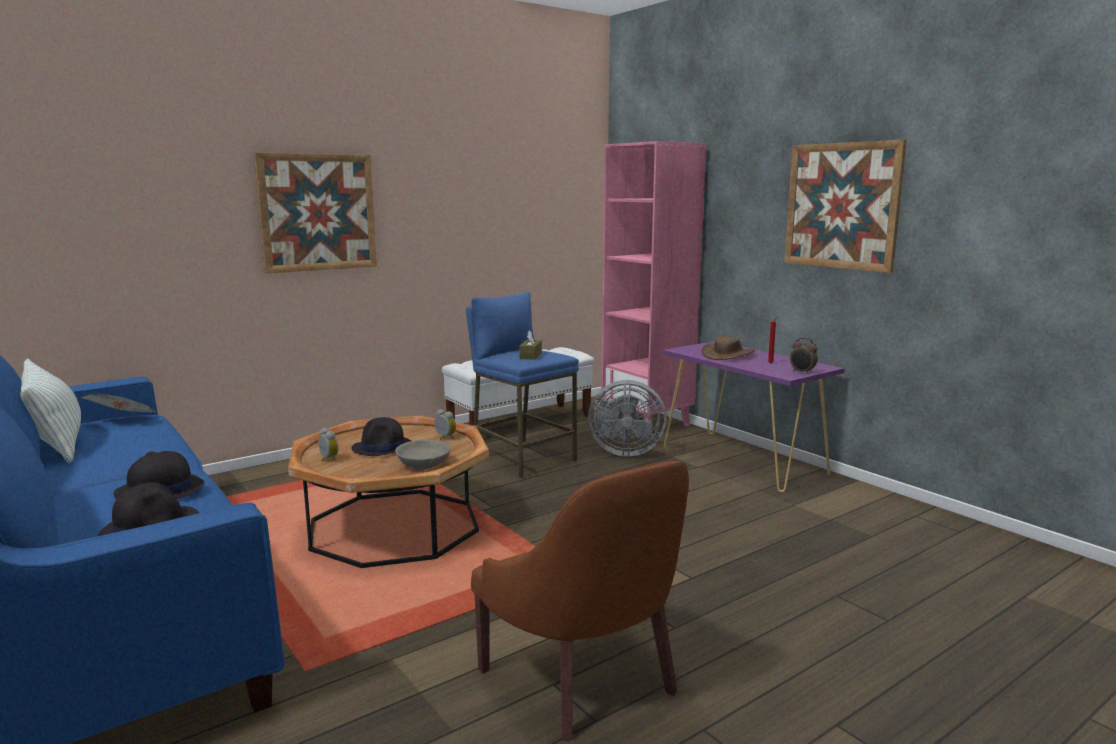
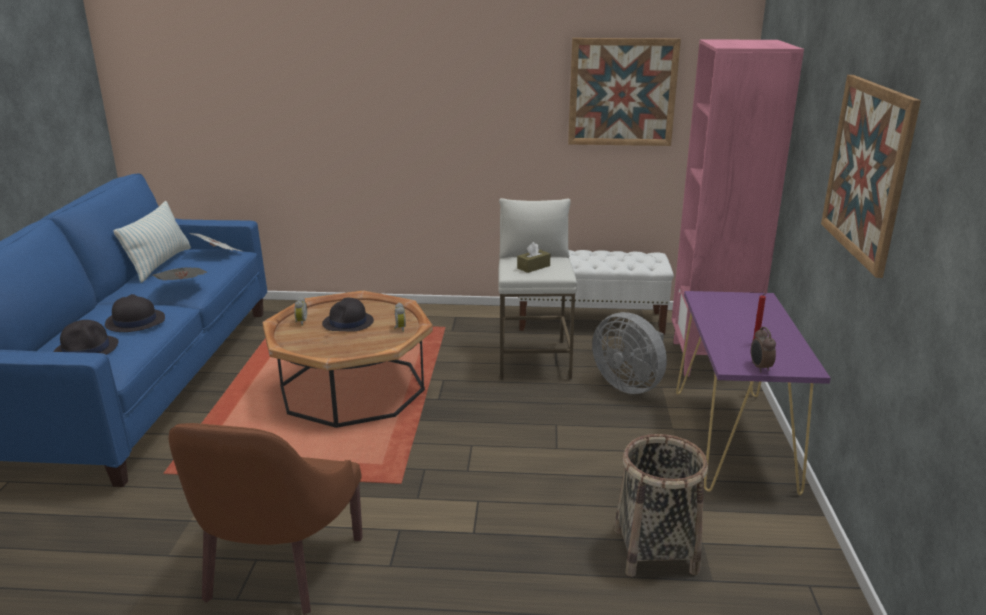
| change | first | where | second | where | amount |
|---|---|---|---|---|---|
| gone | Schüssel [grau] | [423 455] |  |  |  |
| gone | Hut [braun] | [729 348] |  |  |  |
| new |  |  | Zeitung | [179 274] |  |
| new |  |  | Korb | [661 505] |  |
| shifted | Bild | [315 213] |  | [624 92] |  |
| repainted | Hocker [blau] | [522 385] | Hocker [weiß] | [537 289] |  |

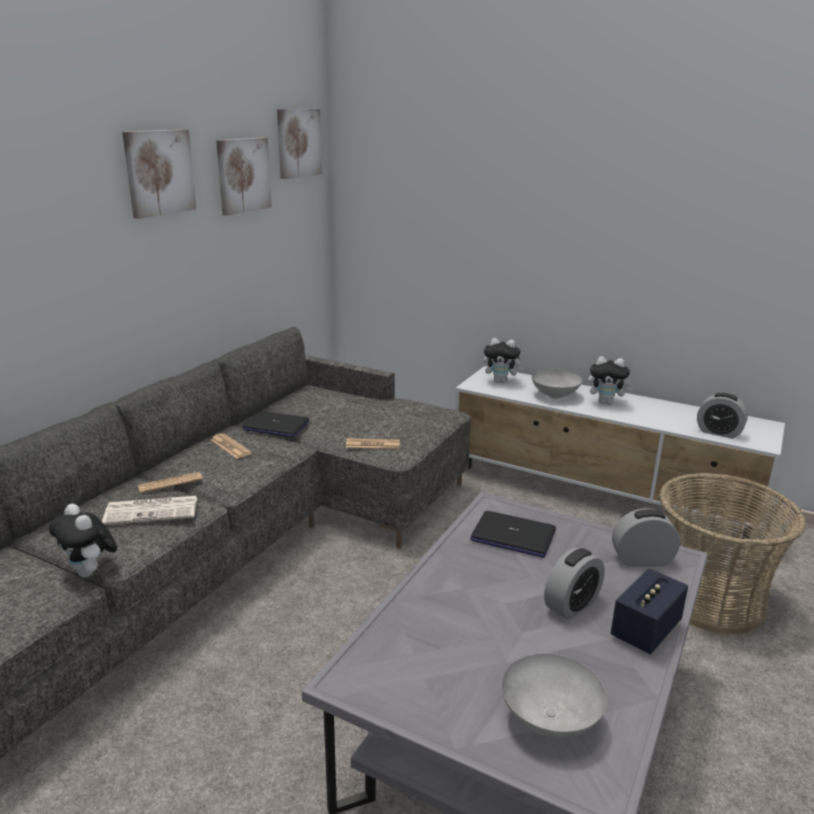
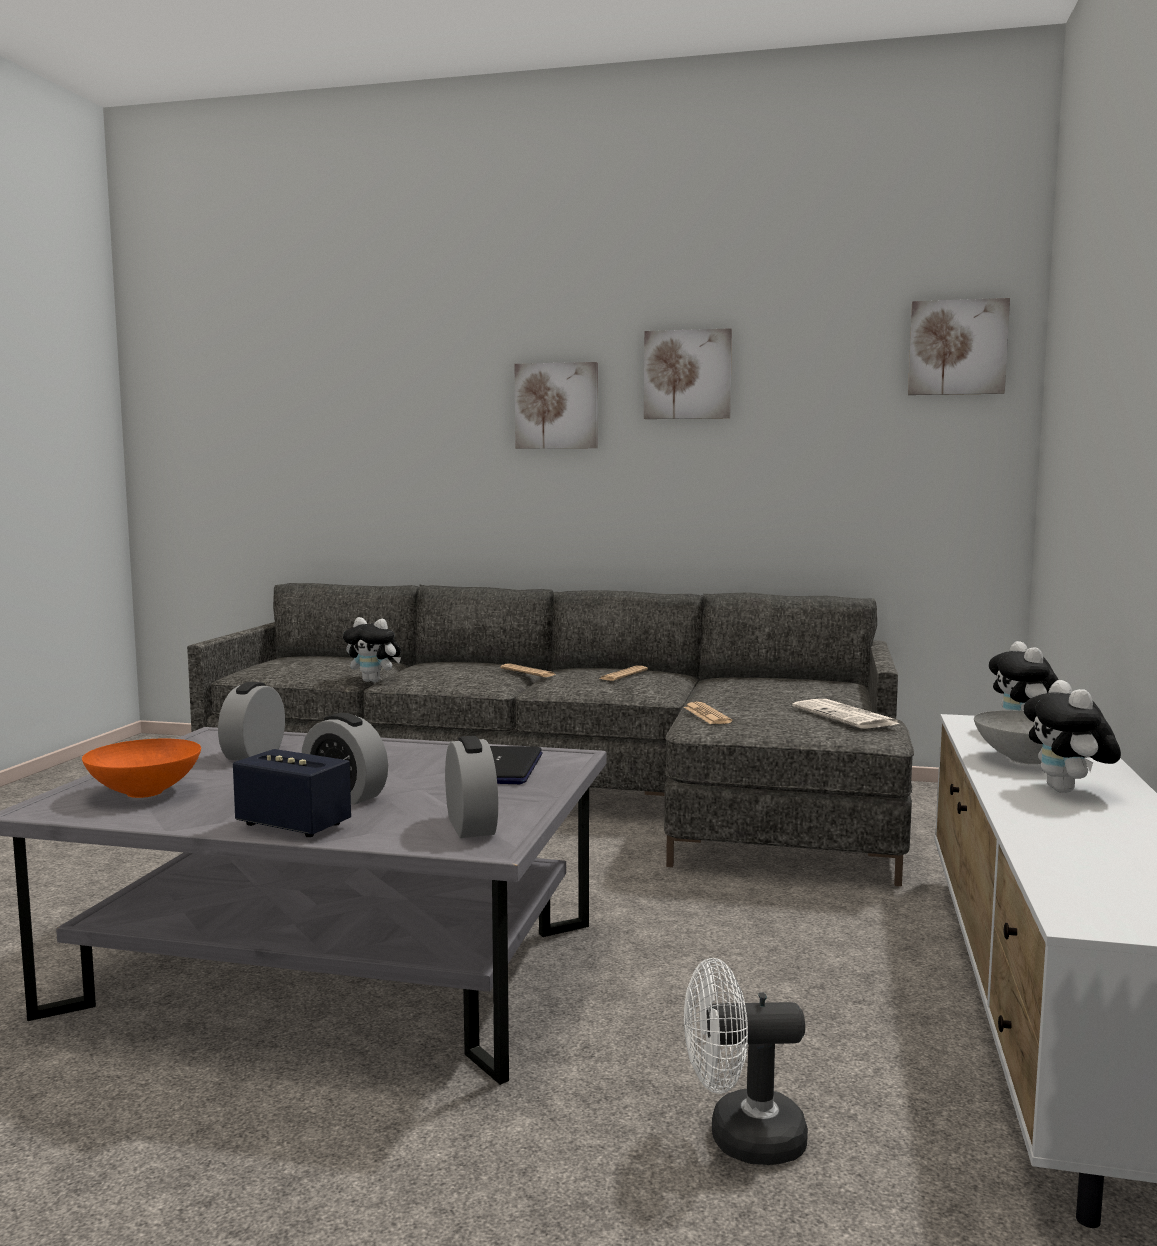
| change | first | where | second | where | amount |
|---|---|---|---|---|---|
| gone | Laptop | [276 424] |  |  |  |
| shifted | Zeitung | [149 510] |  | [845 714] |  |
| shifted | Bild | [244 176] |  | [556 405] |  |
| shifted | Wecker | [722 416] |  | [251 721] |  |
| swapped | Korb | [732 553] | Ventilator [weiß] | [746 1061] |  |
| repainted | Schüssel [grau] | [554 696] | Schüssel [orange] | [141 768] |  |
| rotated | Plüschtier | [83 540] |  | [372 649] | 105 degrees counterclockwise |

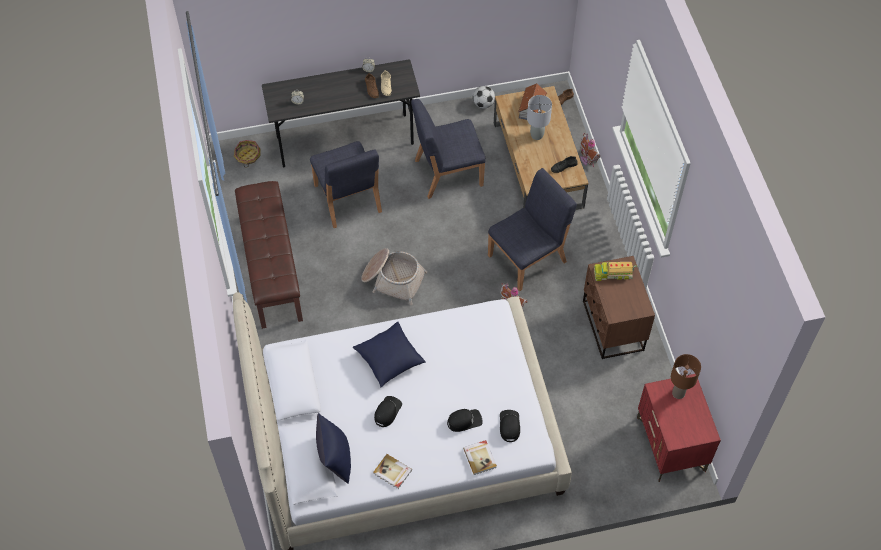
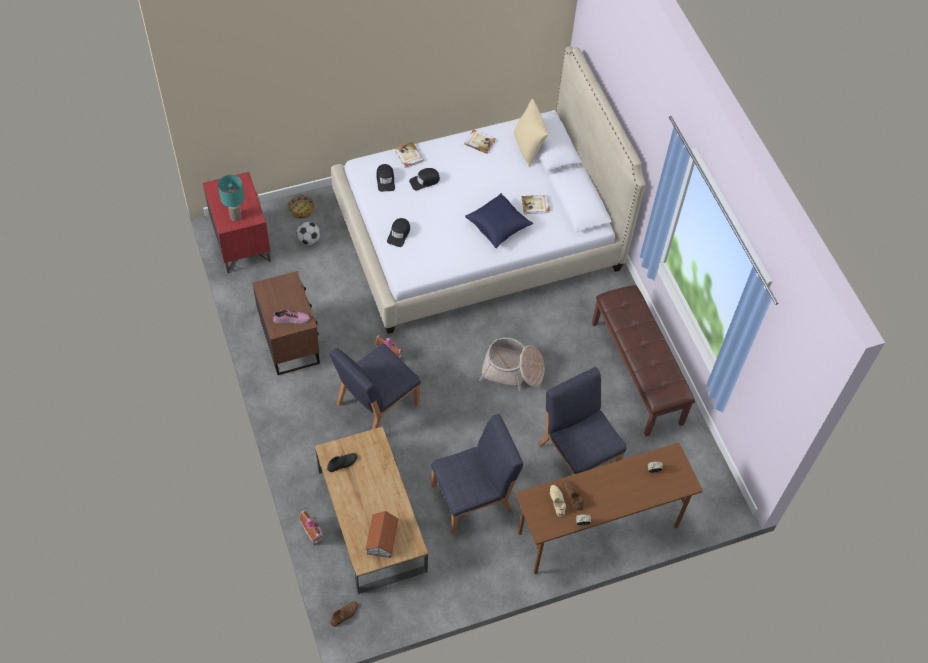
| change | first | where | second | where | amount |
|---|---|---|---|---|---|
| gone | Tischlampe [grau] | [539 117] |  |  |  |
| new |  |  | Buch | [536 204] |  |
| shifted | Korb | [247 154] |  | [301 207] |  |
| shifted | Kappe [schwarz] | [388 411] |  | [398 232] |  |
| shifted | Fußball | [484 97] |  | [308 233] |  |
| swapped | Spielzeuglaster | [615 271] | Schuh | [291 317] |  |
| repainted | Schreibtisch [grau] | [341 113] | Schreibtisch [braun] | [609 508] |  |
| repainted | Kissen [blau] | [333 448] | Kissen [beige] | [531 133] |  |
| repainted | Tischlampe [braun] | [686 376] | Tischlampe [türkis] | [231 198] |  |

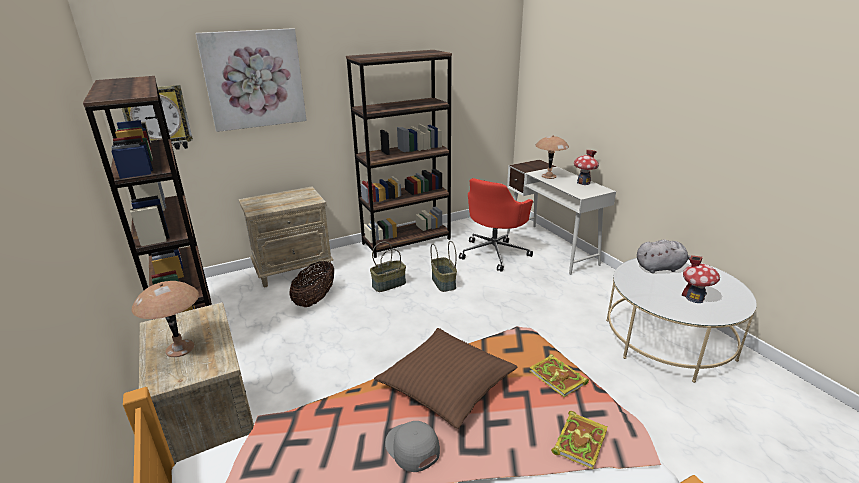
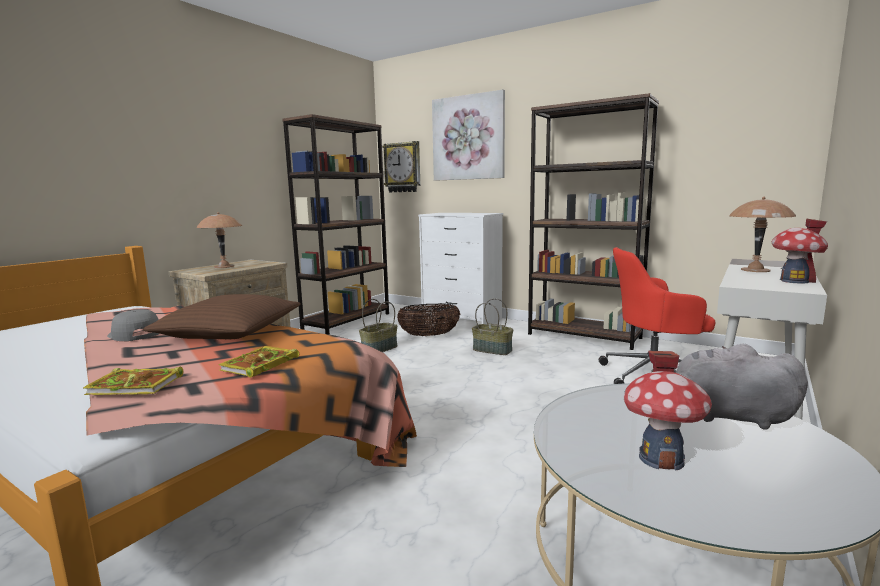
| change | first | where | second | where | amount |
|---|---|---|---|---|---|
| shifted | Korb | [444 266] |  | [378 325] |  |
| swapped | Nachttisch [beige] | [286 236] | Kommode [weiß] | [460 268] |  |
| rotated | Kappe [grau] | [412 446] |  | [133 325] | 75 degrees counterclockwise |
| rotated | Plüschtier [grau] | [664 256] |  | [729 387] | 150 degrees clockwise |

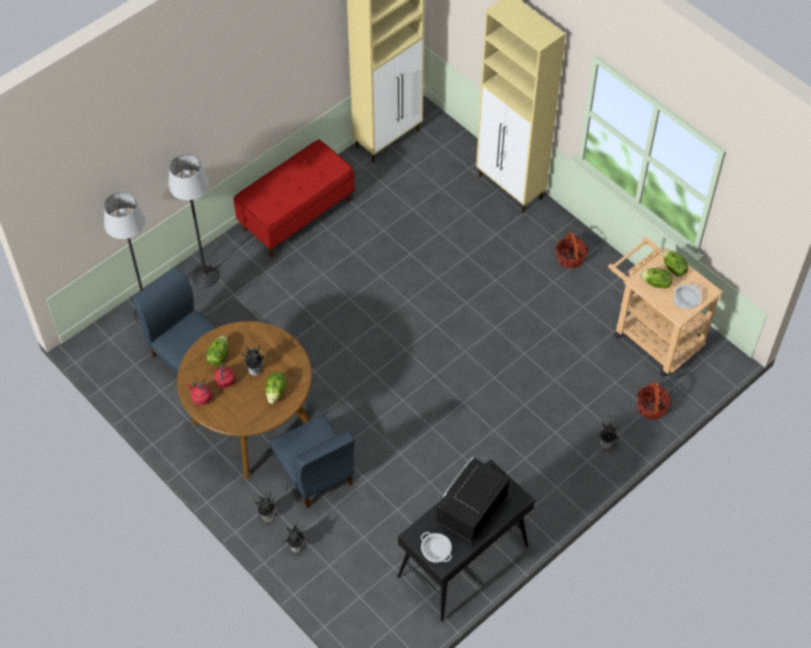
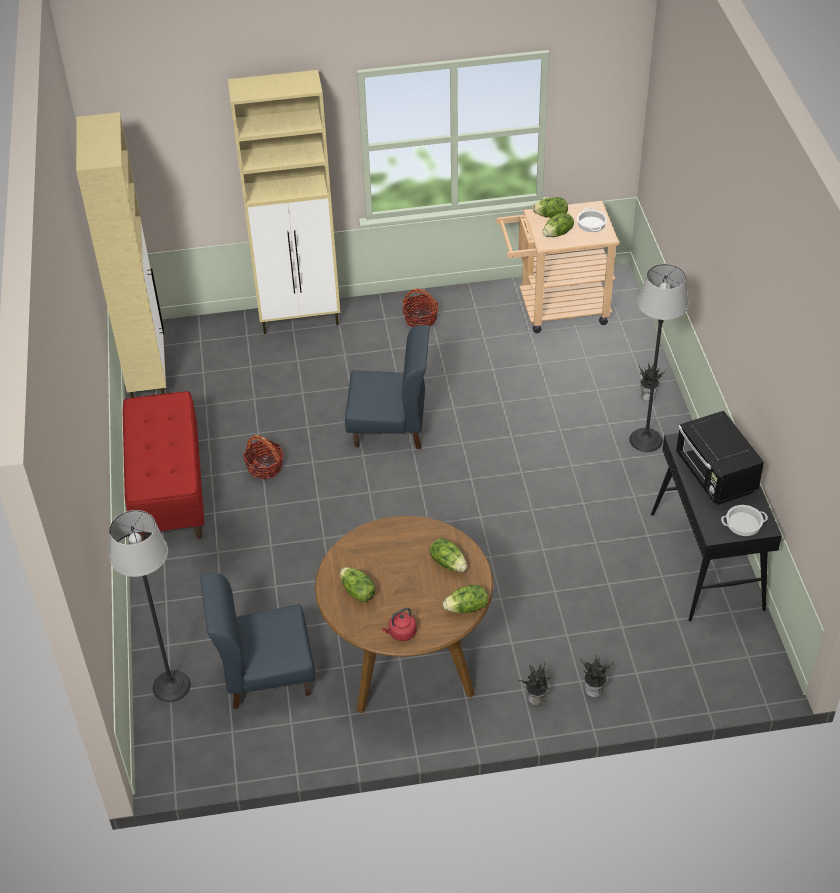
| change | first | where | second | where | amount |
|---|---|---|---|---|---|
| gone | Wasserkessel [rot] | [224 375] |  |  |  |
| gone | Topfpflanze | [254 360] |  |  |  |
| new |  |  | Salatkopf | [465 599] |  |
| shifted | Stehlampe | [193 221] |  | [658 358] |  |
| shifted | Stuhl [blau] | [312 461] |  | [387 387] |  |
| shifted | Korb | [654 400] |  | [263 457] |  |

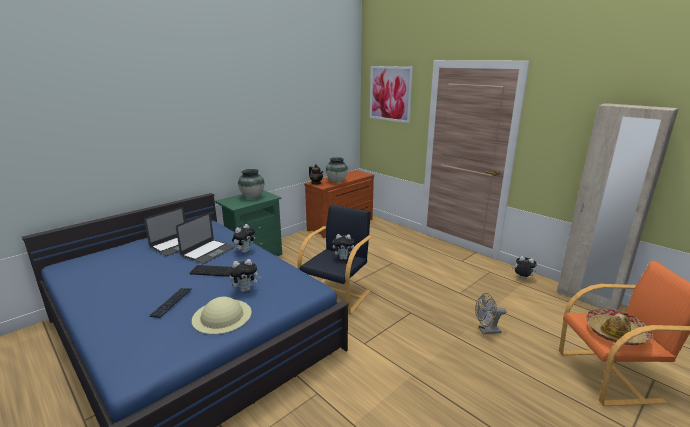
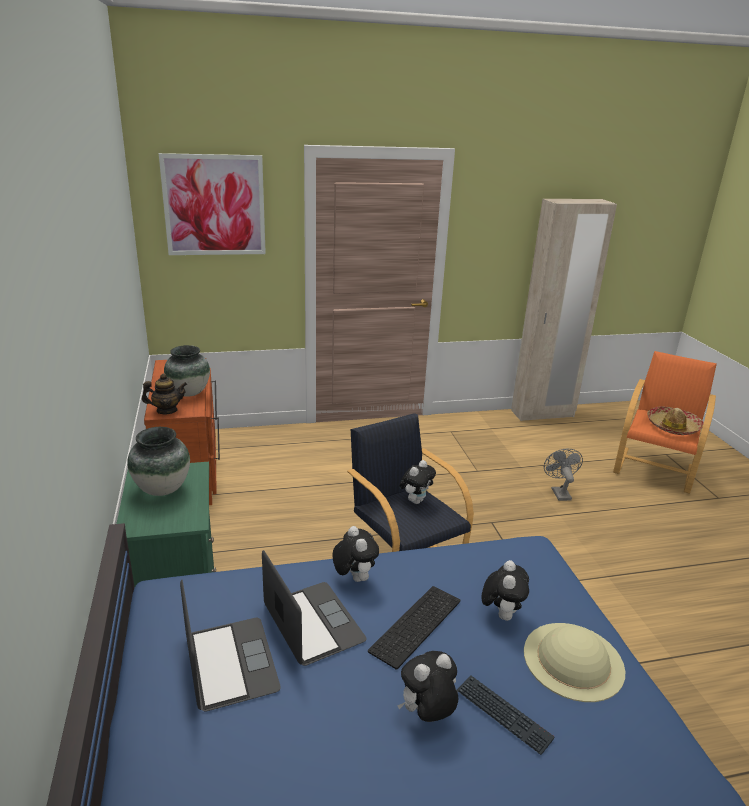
| change | first | where | second | where | amount |
|---|---|---|---|---|---|
| shifted | Plüschtier | [524 267] |  | [427 686] |  |
| rotated | Ventilator [grau] | [491 313] |  | [563 475] | 150 degrees clockwise |

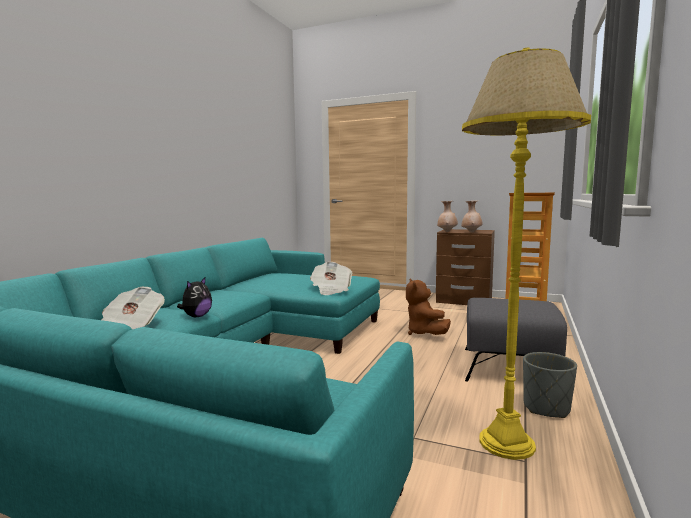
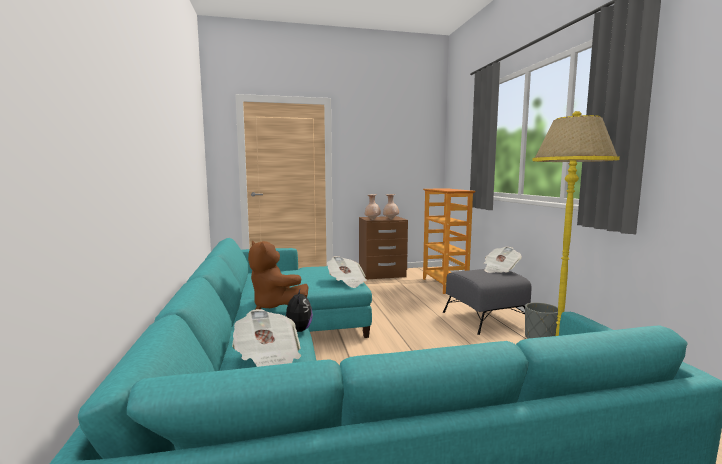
| change | first | where | second | where | amount |
|---|---|---|---|---|---|
| new |  |  | Zeitung | [503 260] |  |
| shifted | Plüschtier [braun] | [428 306] |  | [278 275] |  |

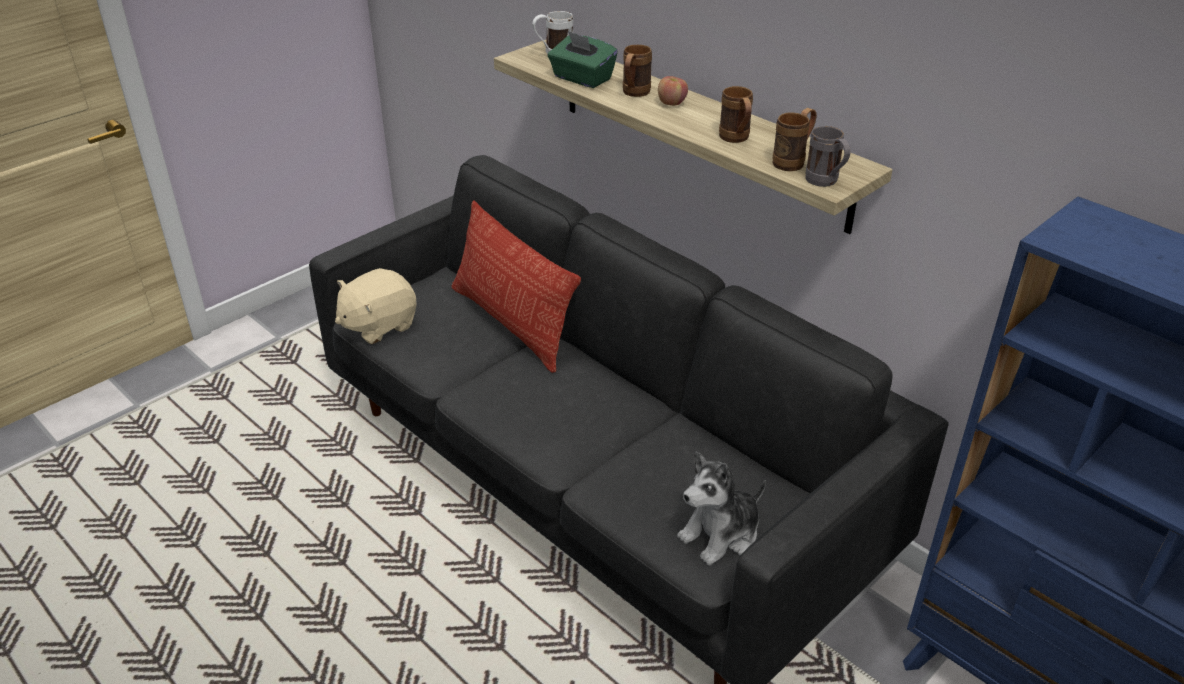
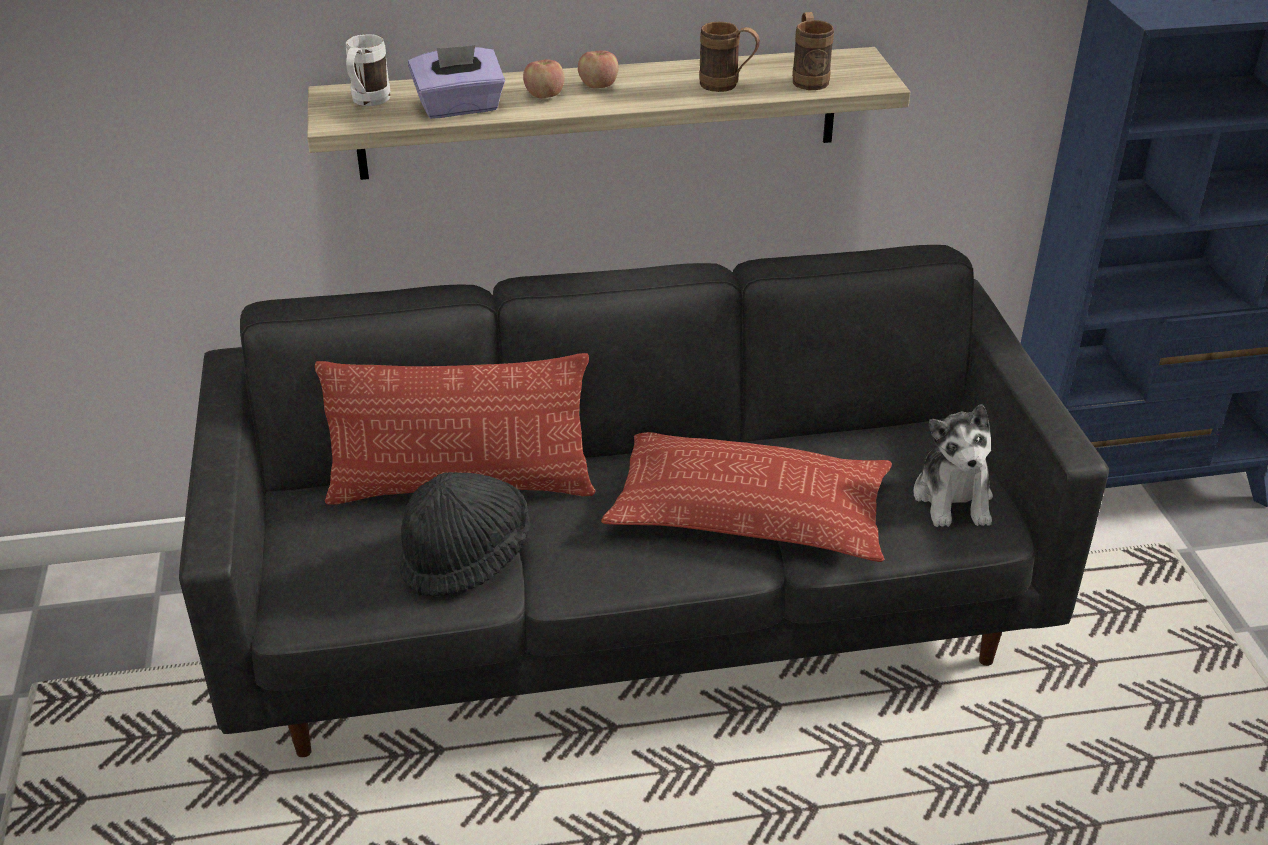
| change | first | where | second | where | amount |
|---|---|---|---|---|---|
| gone | Plüschtier [beige] | [376 306] |  |  |  |
| gone | Henkelbecher [grau] | [828 156] |  |  |  |
| new |  |  | Hut [schwarz] | [465 534] |  |
| new |  |  | Kissen | [746 497] |  |
| swapped | Henkelbecher [braun] | [637 71] | Apfel | [544 78] |  |
| repainted | Taschentuchbox [grün] | [583 59] | Taschentuchbox [lila] | [456 82] |  |

